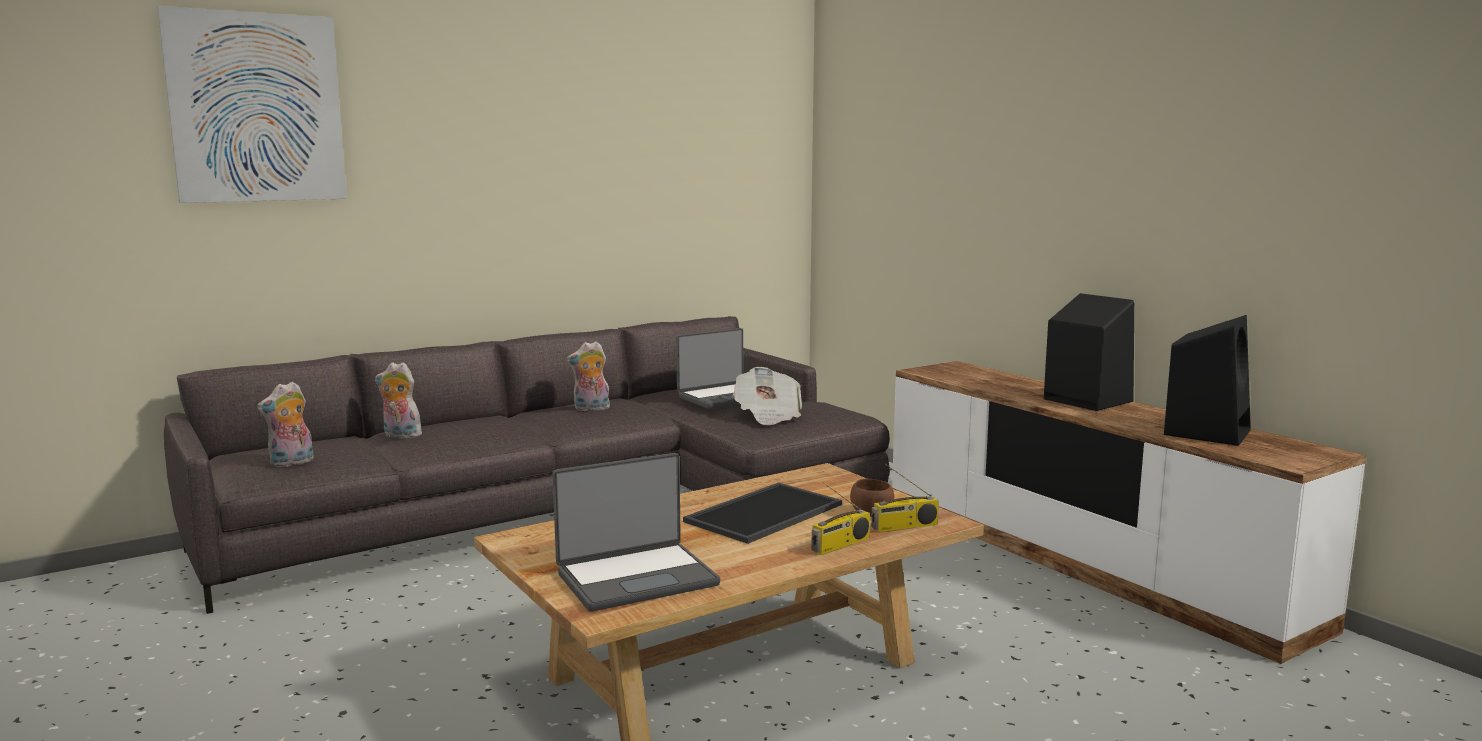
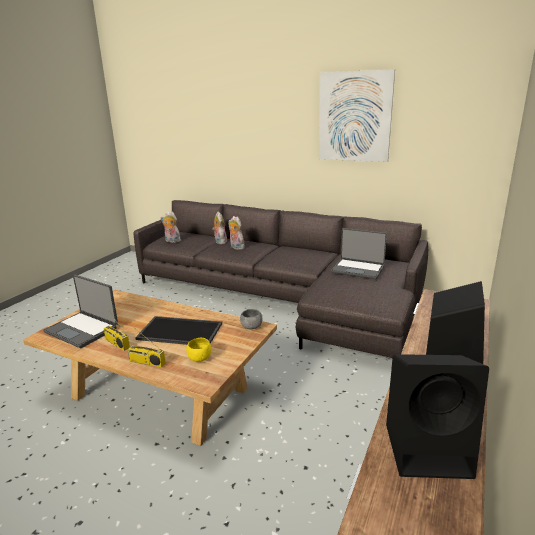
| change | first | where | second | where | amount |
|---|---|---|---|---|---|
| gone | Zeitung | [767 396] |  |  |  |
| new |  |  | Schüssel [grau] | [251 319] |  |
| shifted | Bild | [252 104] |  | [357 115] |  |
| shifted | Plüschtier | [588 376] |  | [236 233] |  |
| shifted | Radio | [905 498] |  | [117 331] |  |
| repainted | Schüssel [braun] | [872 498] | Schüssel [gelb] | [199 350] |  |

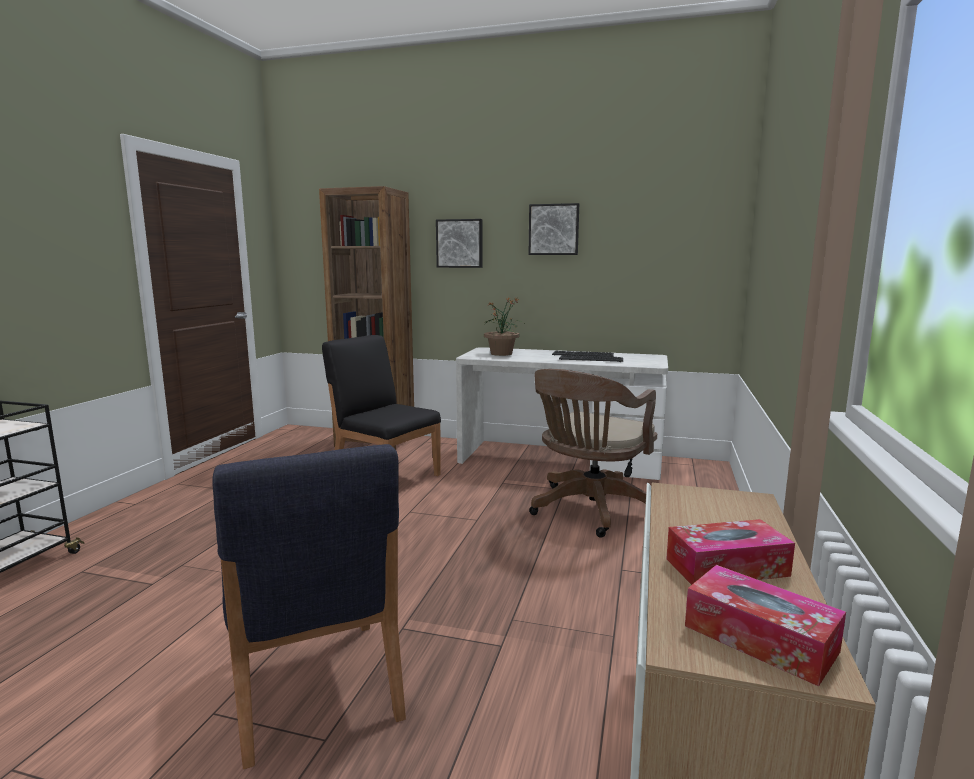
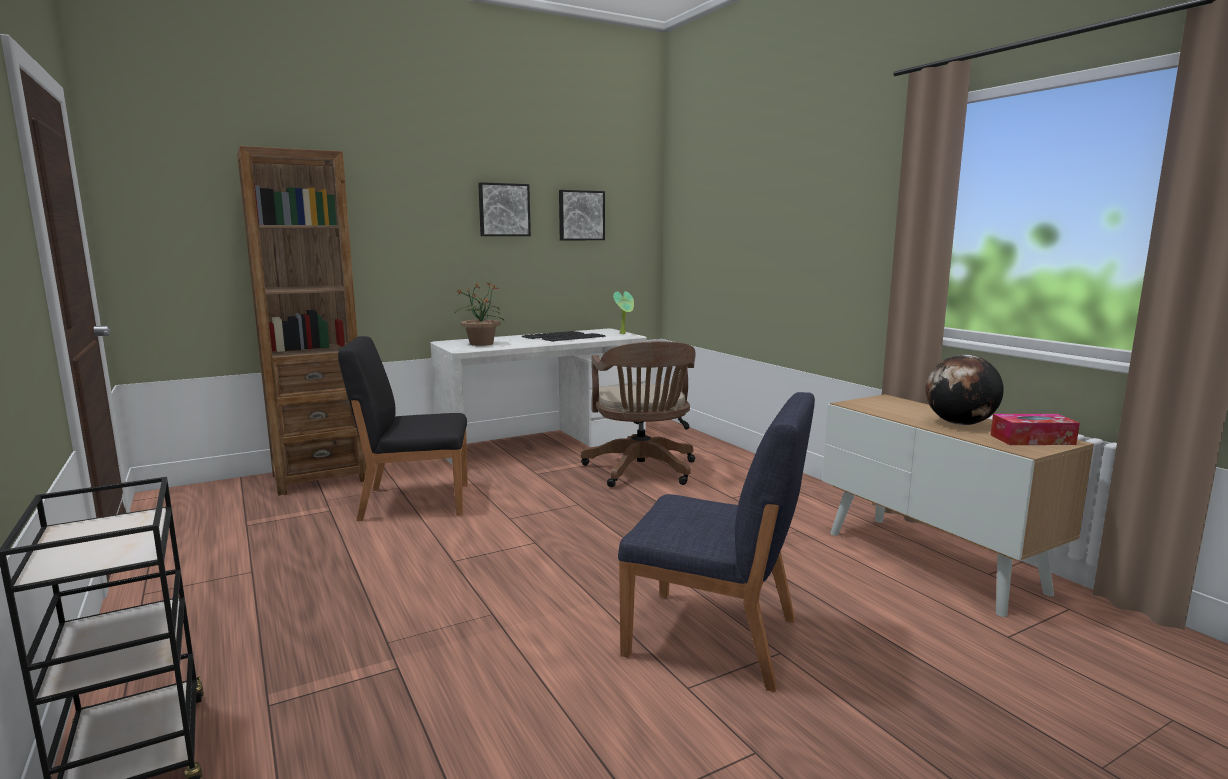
| change | first | where | second | where | amount |
|---|---|---|---|---|---|
| new |  |  | Topfpflanze | [623 312] |  |
| shifted | Bild | [459 243] |  | [582 215] |  |
| swapped | Taschentuchbox | [730 552] | Globus | [965 390] |  |

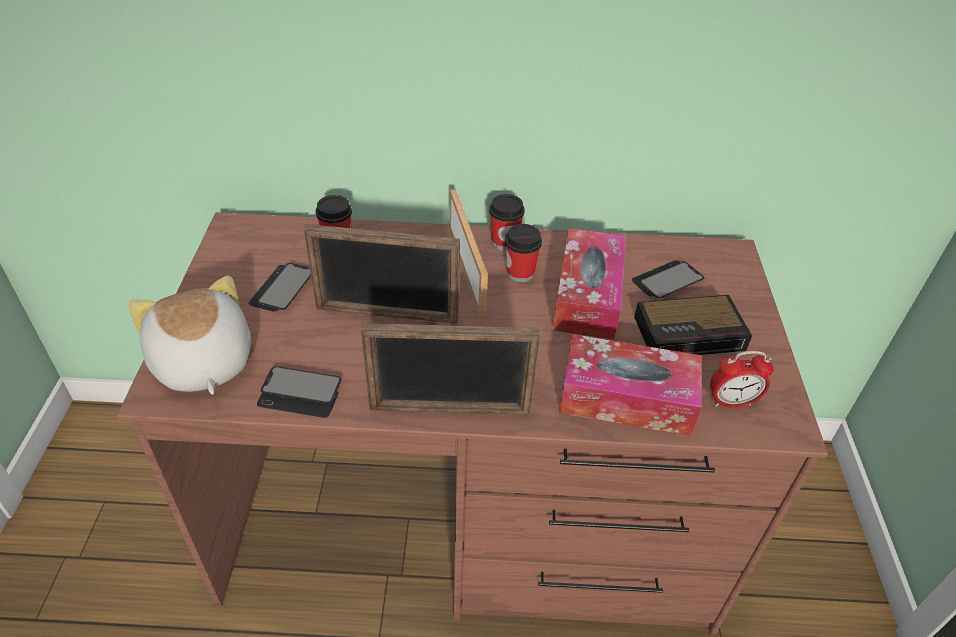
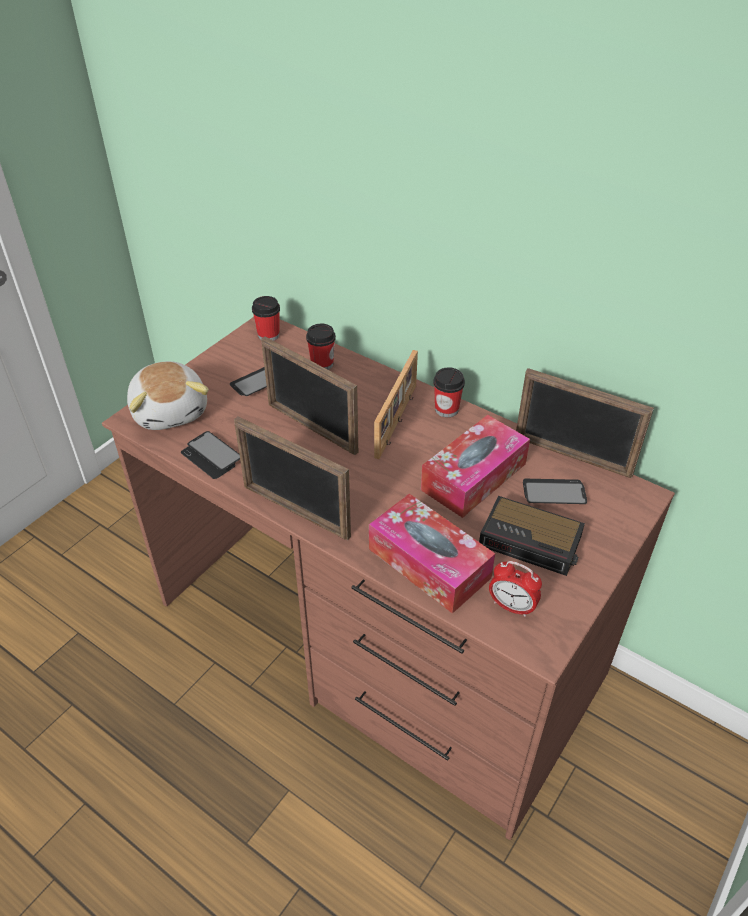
| change | first | where | second | where | amount |
|---|---|---|---|---|---|
| new |  |  | Bilderrahmen | [585 423] |  |
| shifted | Tasse | [523 253] |  | [266 318] |  |
| rotated | Plüschtier | [190 335] |  | [168 395] | 150 degrees clockwise |

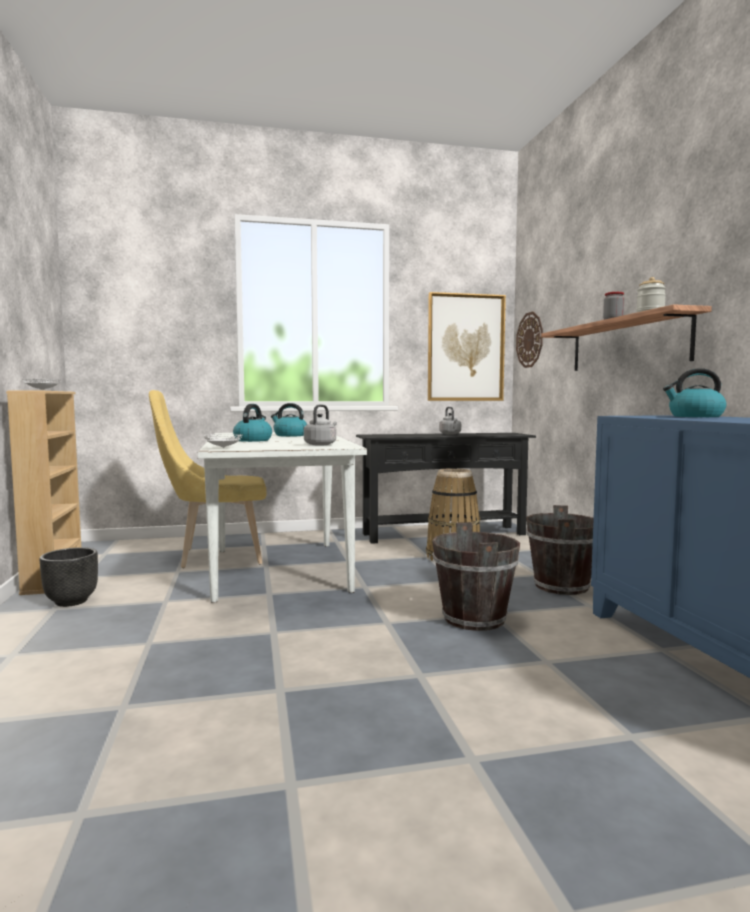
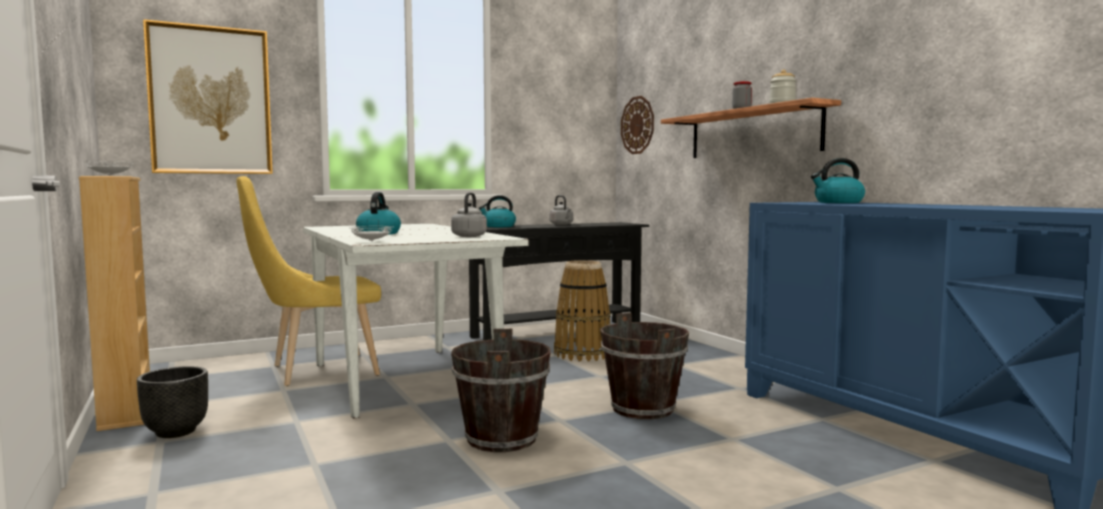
| change | first | where | second | where | amount |
|---|---|---|---|---|---|
| shifted | Wasserkessel | [289 420] |  | [497 211] |  |
| shifted | Bild | [467 346] |  | [208 96] |  |
| shifted | Eimer [braun] | [560 550] |  | [501 390] |  |

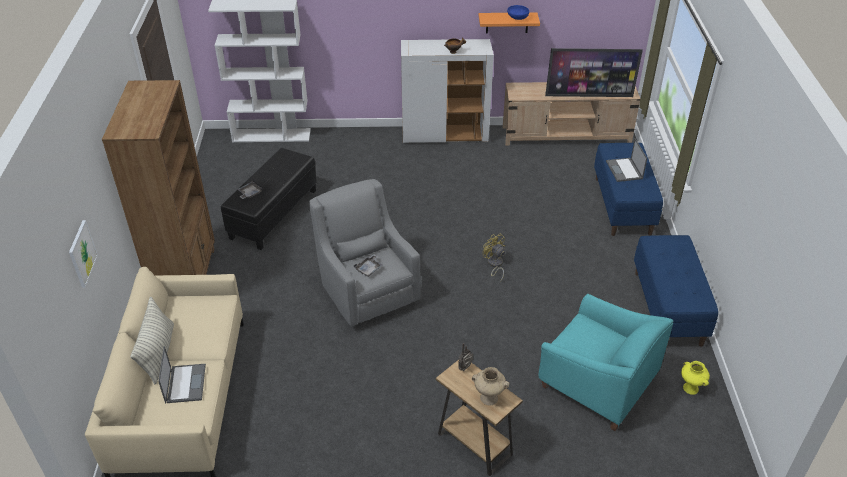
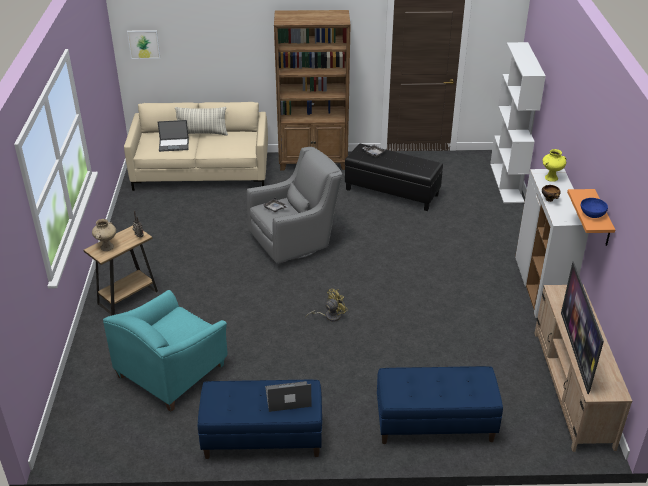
| change | first | where | second | where | amount |
|---|---|---|---|---|---|
| shifted | Bild | [83 254] |  | [143 44] |  |
| shifted | Laptop | [626 160] |  | [288 396] |  |
| shifted | Vase [gelb] | [695 378] |  | [554 165] |  |

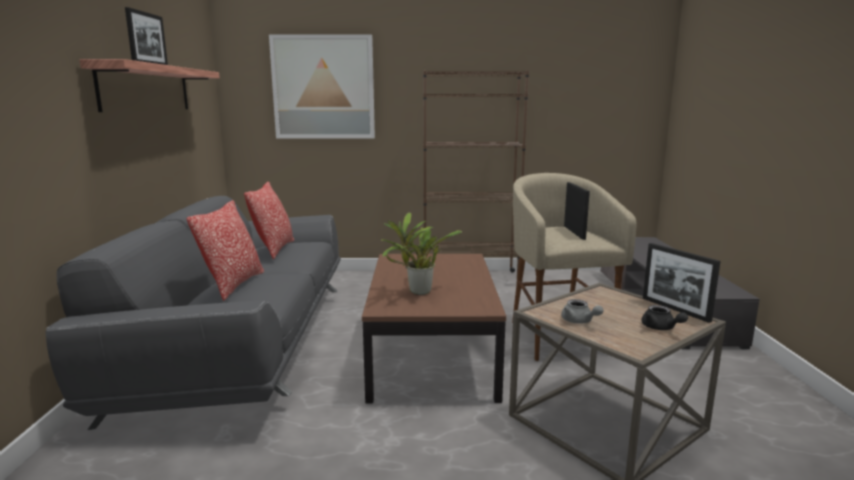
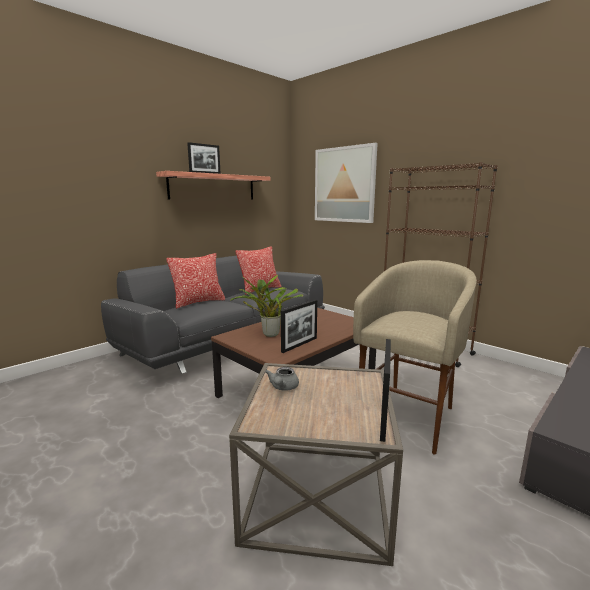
| change | first | where | second | where | amount |
|---|---|---|---|---|---|
| gone | Teekanne [schwarz] | [664 317] |  |  |  |
| shifted | Bilderrahmen | [577 211] |  | [299 326] |  |

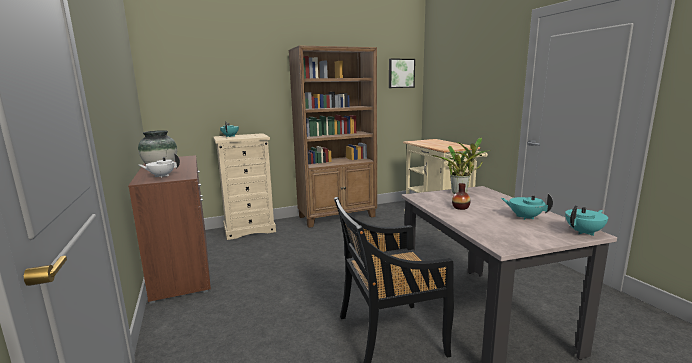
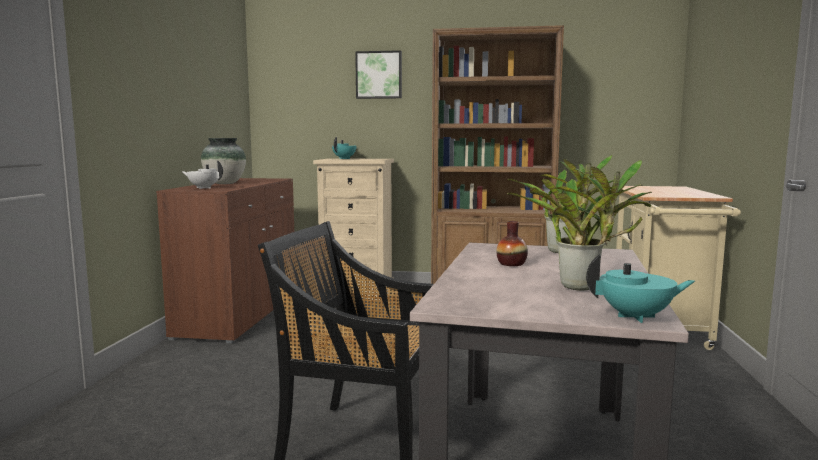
| change | first | where | second | where | amount |
|---|---|---|---|---|---|
| shifted | Bild | [402 73] |  | [378 74] |  |
| swapped | Teekanne [türkis] | [527 207] | Topfpflanze | [579 225] |  |

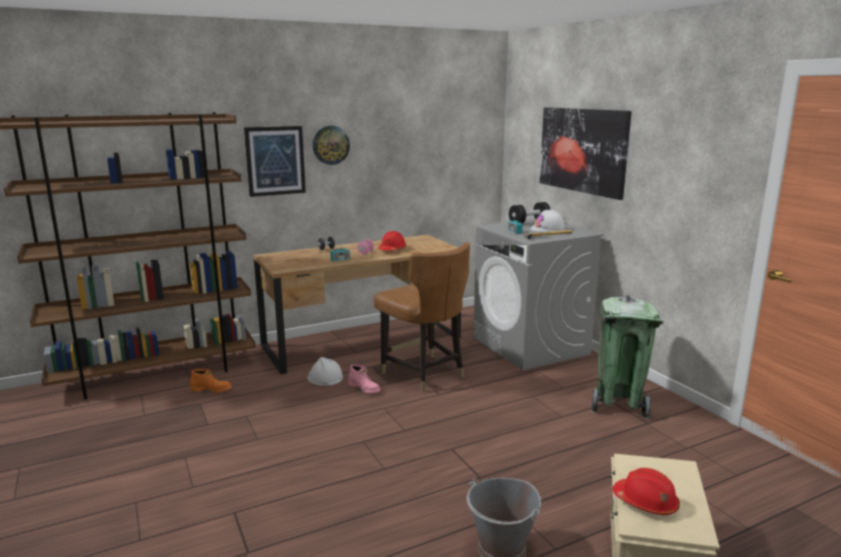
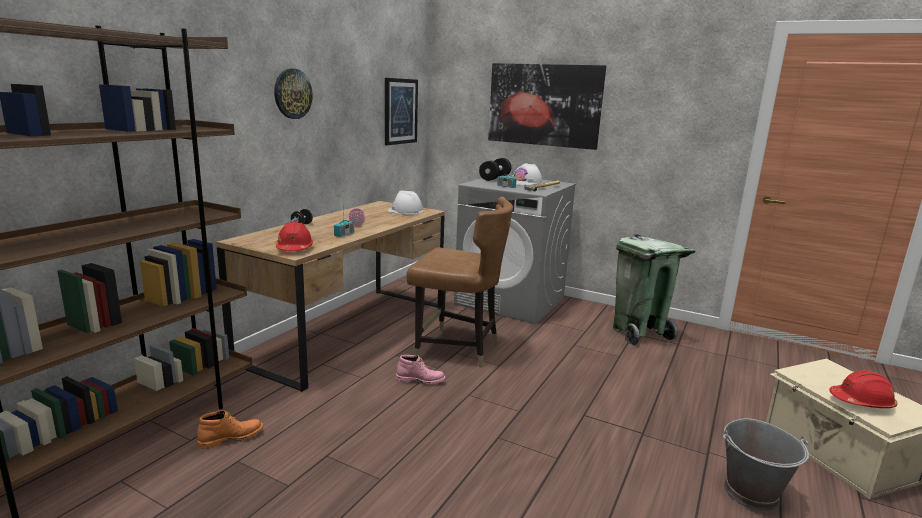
| change | first | where | second | where | amount |
|---|---|---|---|---|---|
| shifted | Bild | [275 161] |  | [401 111] |  |
| shifted | Schutzhelm [weiß] | [325 371] |  | [405 203] |  |
| shifted | Schutzhelm [rot] | [392 241] |  | [294 236] |  |

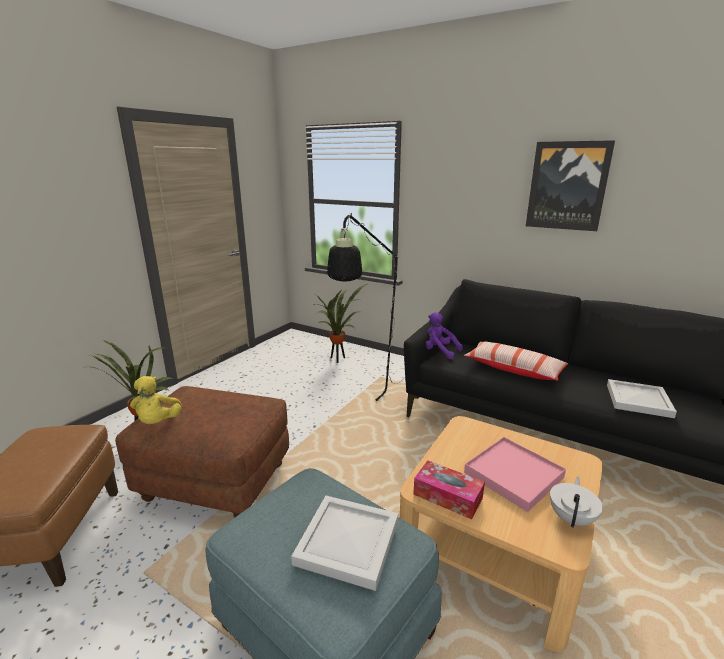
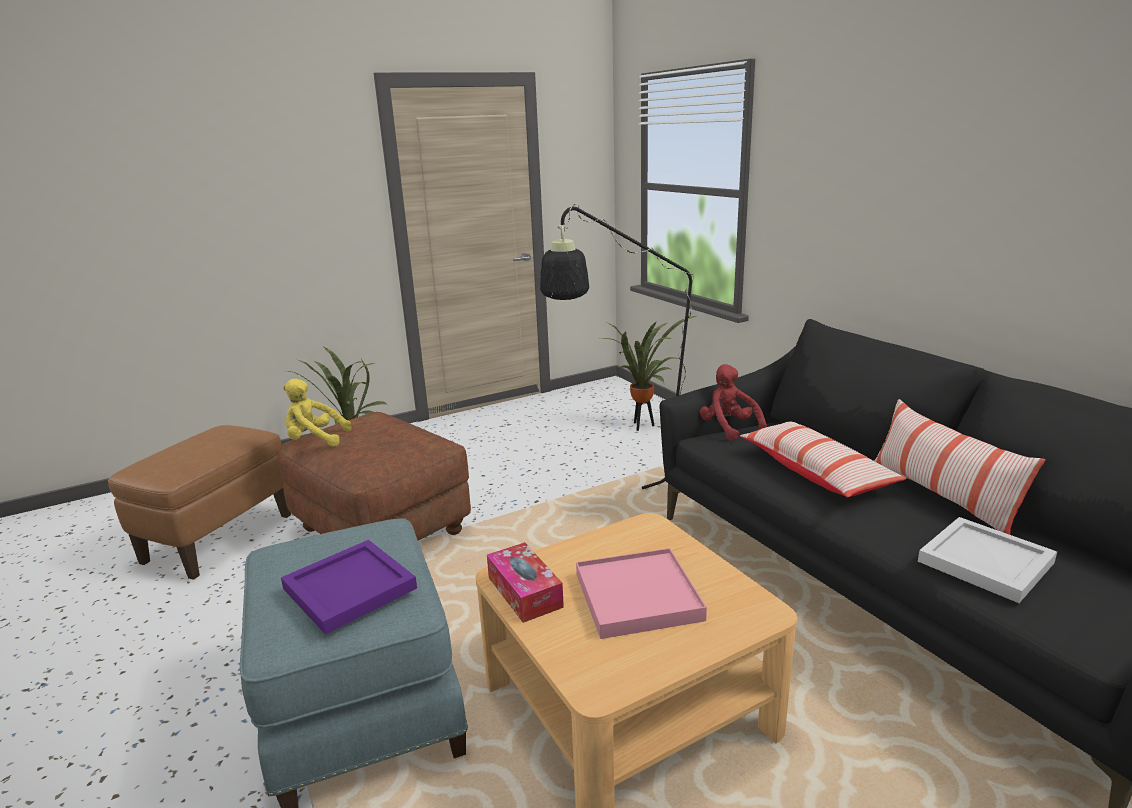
| change | first | where | second | where | amount |
|---|---|---|---|---|---|
| gone | Bild | [570 185] |  |  |  |
| gone | Teekanne [weiß] | [576 502] |  |  |  |
| new |  |  | Kissen | [960 467] |  |
| repainted | Tablett [weiß] | [344 543] | Tablett [lila] | [349 587] |  |
| repainted | Plüschtier [lila] | [444 335] | Plüschtier [rot] | [733 402] |  |
| rotated | Plüschtier [gelb] | [156 400] |  | [317 413] | 75 degrees clockwise |

